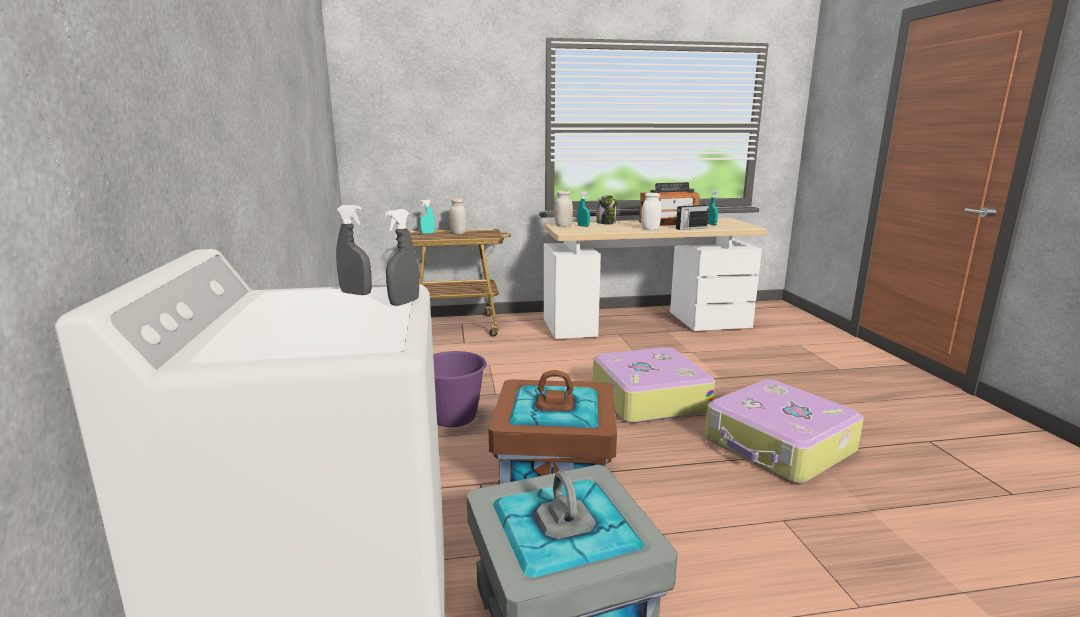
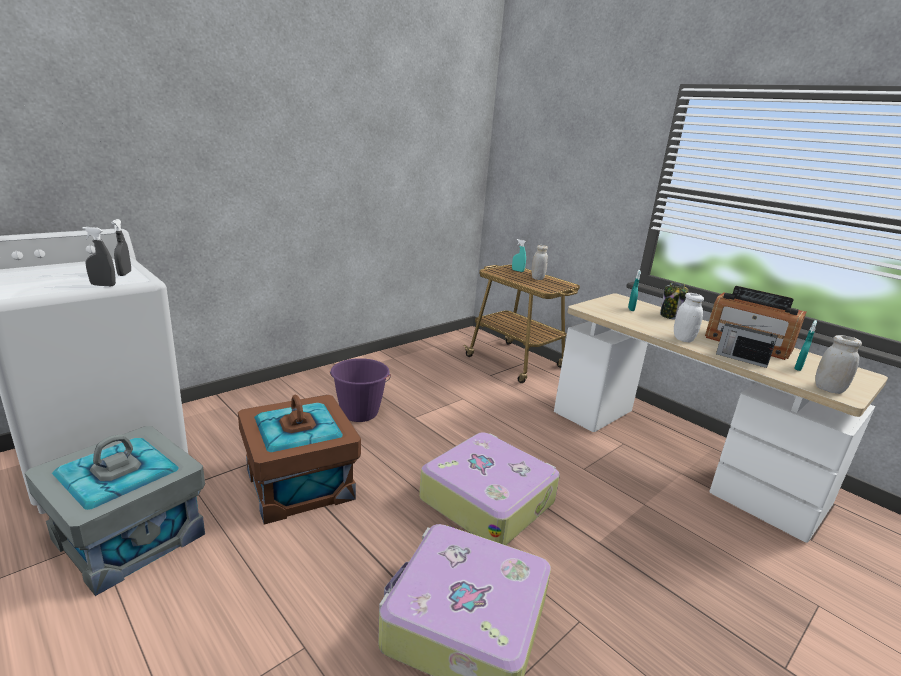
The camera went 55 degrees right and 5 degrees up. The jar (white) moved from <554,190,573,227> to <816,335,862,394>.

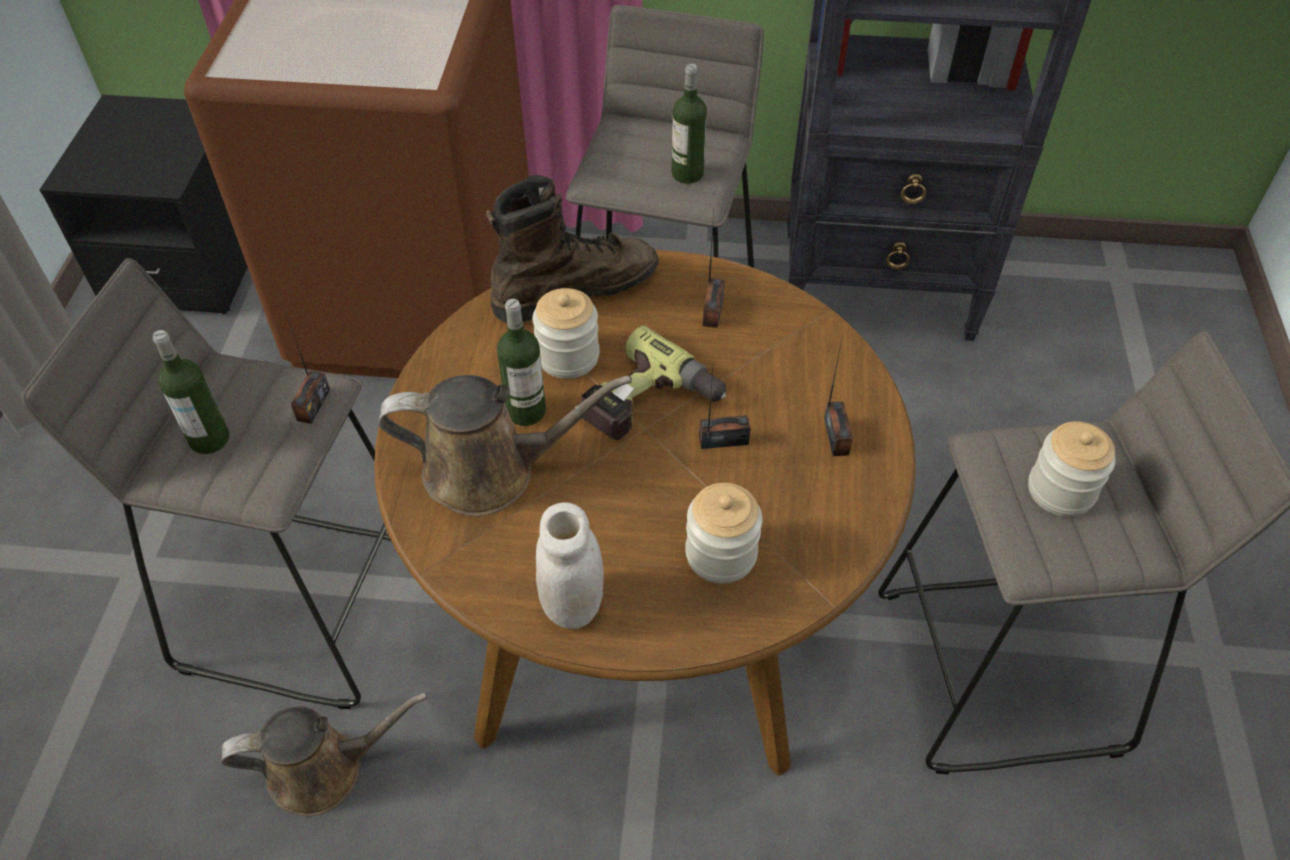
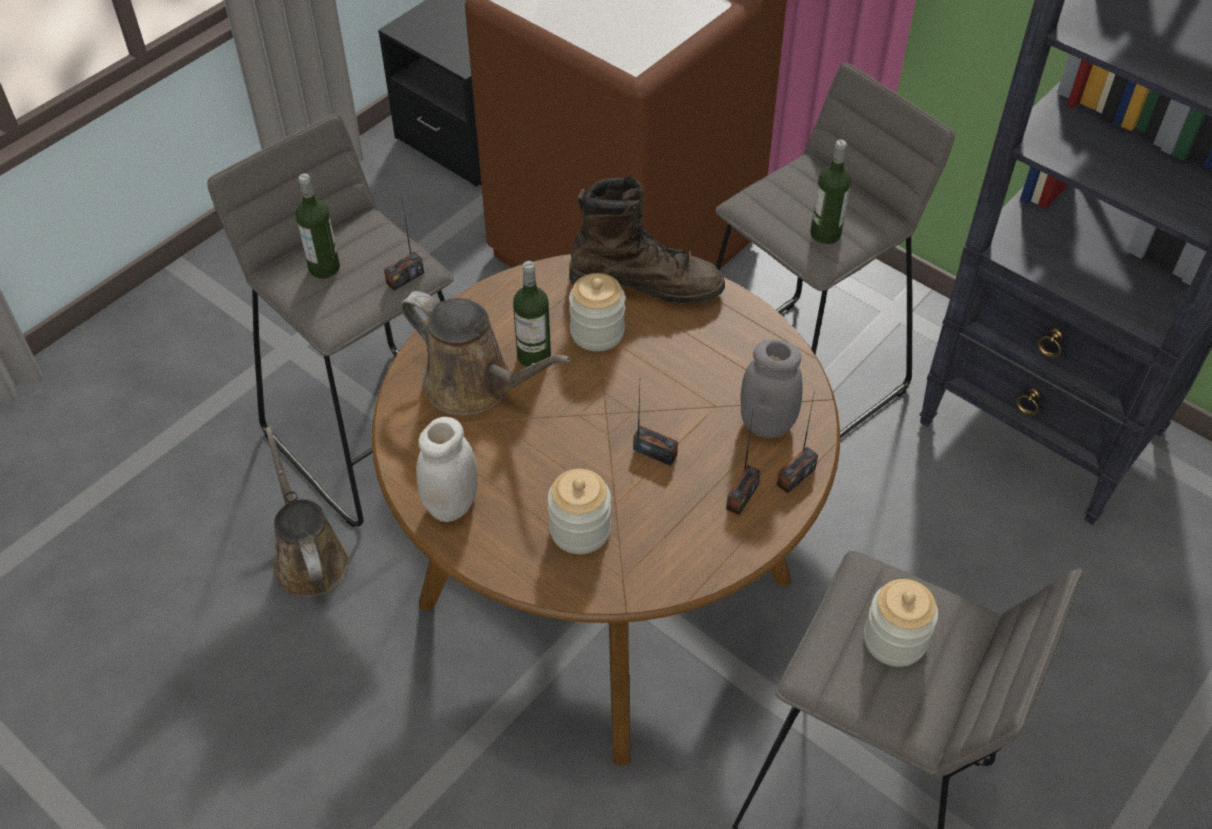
The camera went 35 degrees right and 0 degrees up. The watering can (brown) at <221,693,427,816> turned 135 degrees counterclockwise. The jar (grey) at <740,339,803,438> appeared. The radio moved from <703,211,725,328> to <777,391,818,493>. The power drill at <581,326,726,440> disappeared.

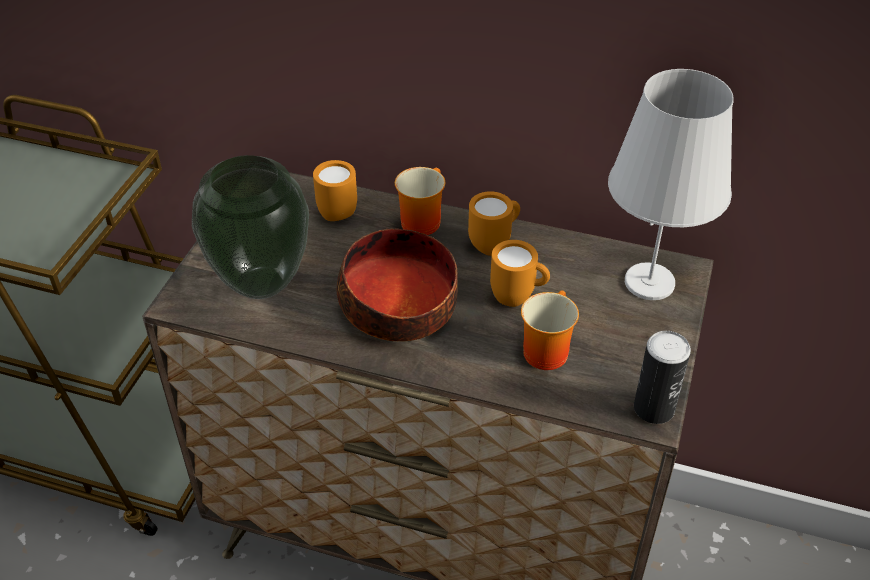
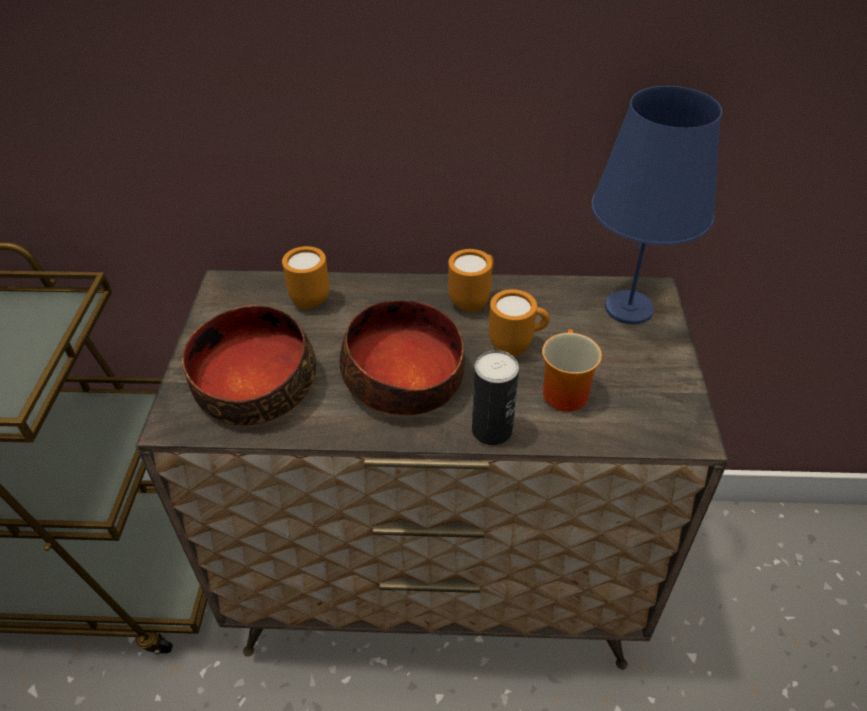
The camera went 15 degrees left and 0 degrees up. The vase at <192,155,309,299> was replaced by the bowl at <182,305,316,425>. The can moved from <634,331,691,424> to <472,350,519,445>. The table lamp (white) at <608,69,734,300> became the table lamp (blue) at <591,86,722,325>. The mug at <395,167,445,235> disappeared.

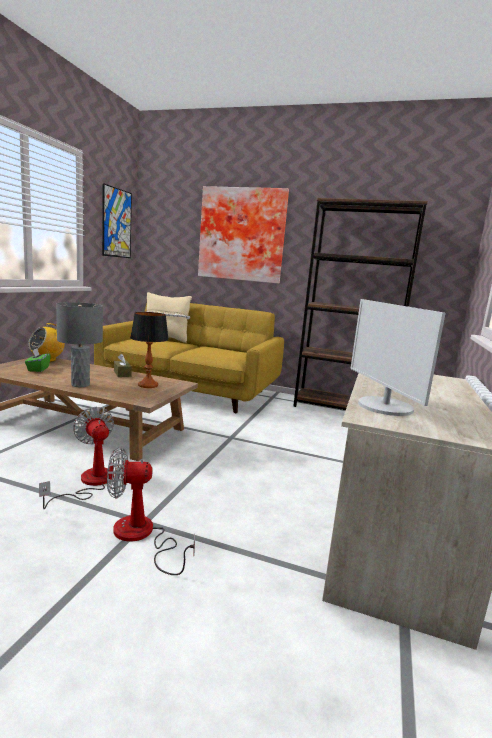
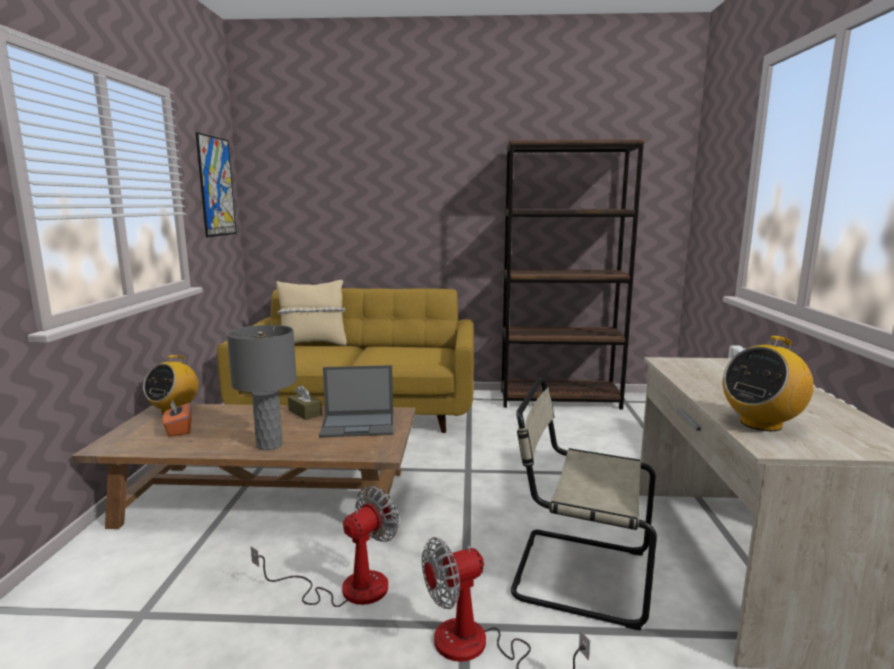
The camera went 15 degrees left and 0 degrees up. The tissue box (green) at <25,349,51,372> became the tissue box (orange) at <163,399,192,437>. The fan at <39,407,114,510> turned 90 degrees clockwise. The table lamp at <130,312,169,388> was replaced by the laptop at <319,365,393,438>. The chair (beige) at <511,378,657,630> appeared. The monitor at <350,299,446,416> was replaced by the radio at <723,336,814,431>. The picture at <198,186,289,284> disappeared.

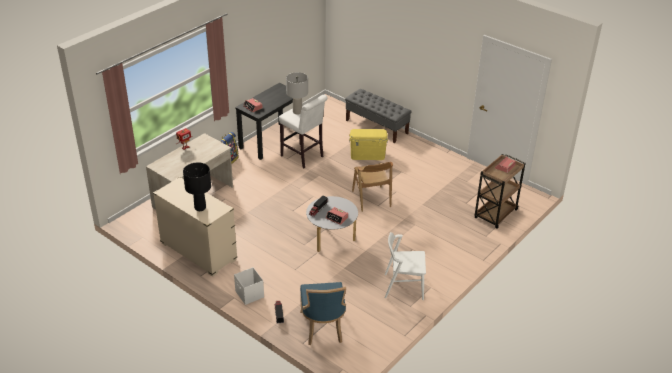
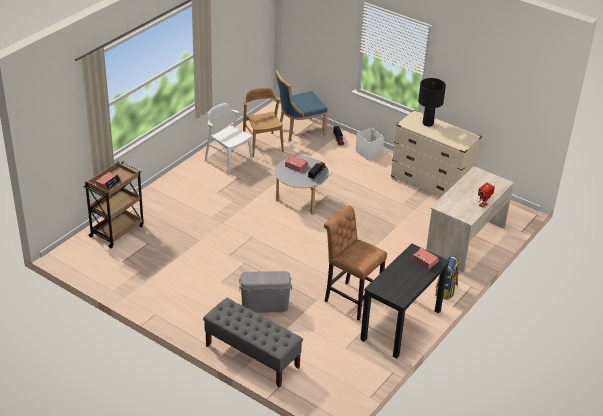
The camera went 175 degrees right and 0 degrees up. The chair (white) at <385,232,426,300> turned 135 degrees counterclockwise. The storage box (yellow) at <349,129,388,160> became the storage box (grey) at <239,271,292,313>. The chair (brown) moved from <352,162,393,212> to <243,88,284,157>. The chair (blue) at <300,282,346,345> turned 105 degrees counterclockwise. The stool (white) at <279,94,328,168> became the stool (brown) at <324,206,387,320>. The table lamp (grey) at <286,72,308,115> disappeared.

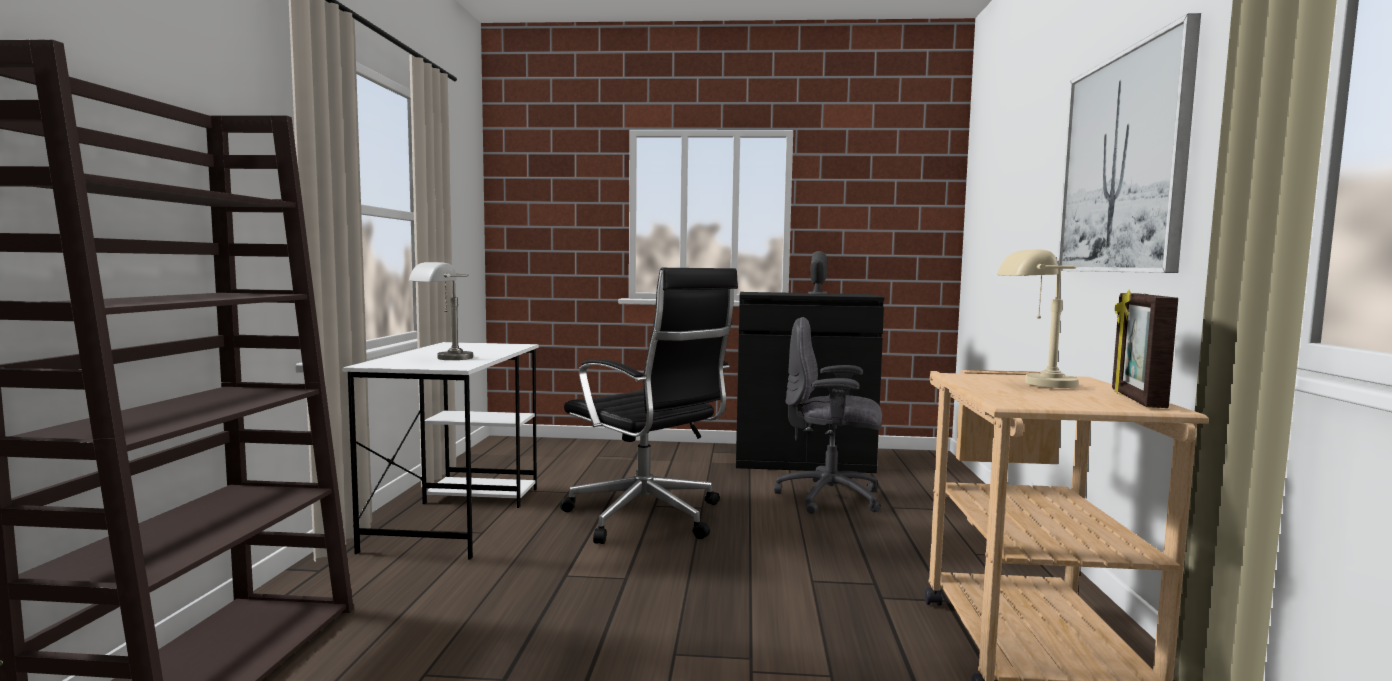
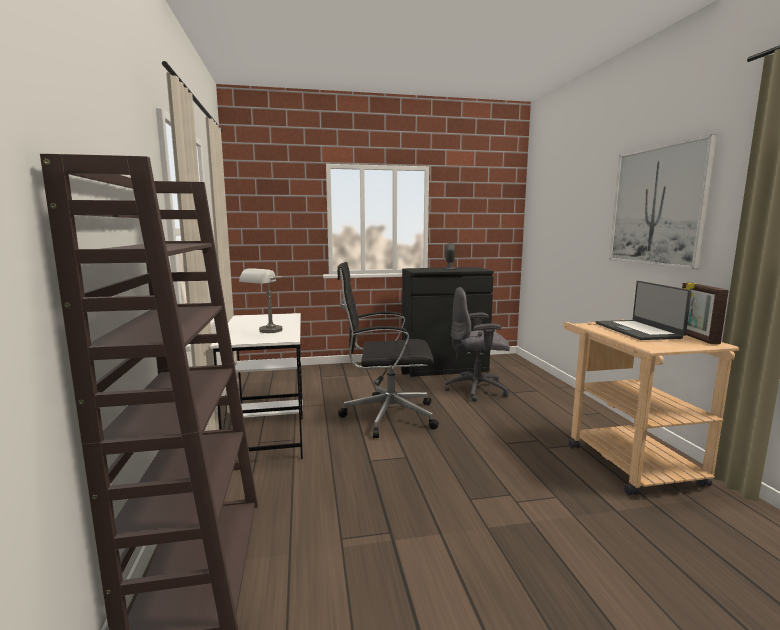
The camera went 15 degrees left and 5 degrees up. The office chair (black) at <560,268,738,544> turned 150 degrees clockwise. The table lamp (beige) at <997,249,1078,388> was replaced by the laptop at <596,281,692,340>.

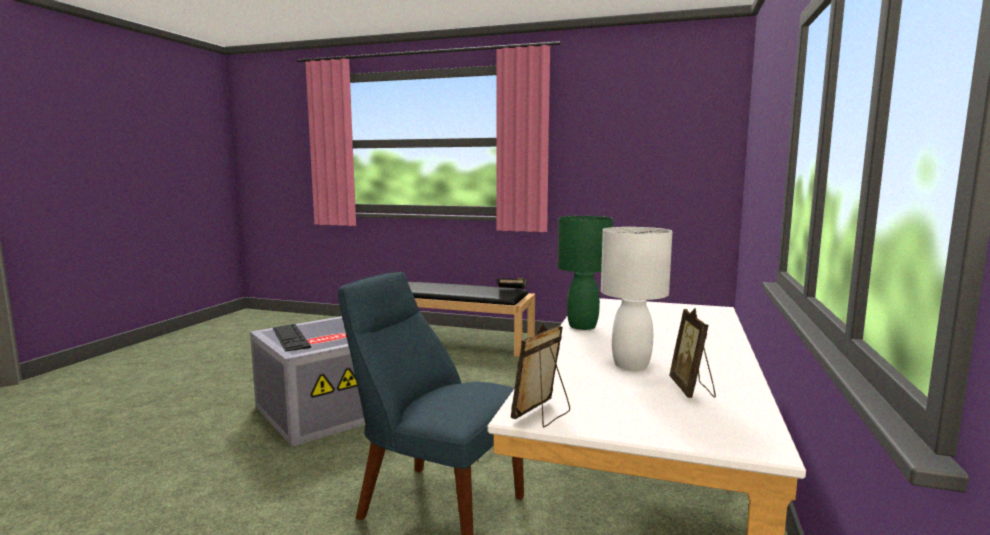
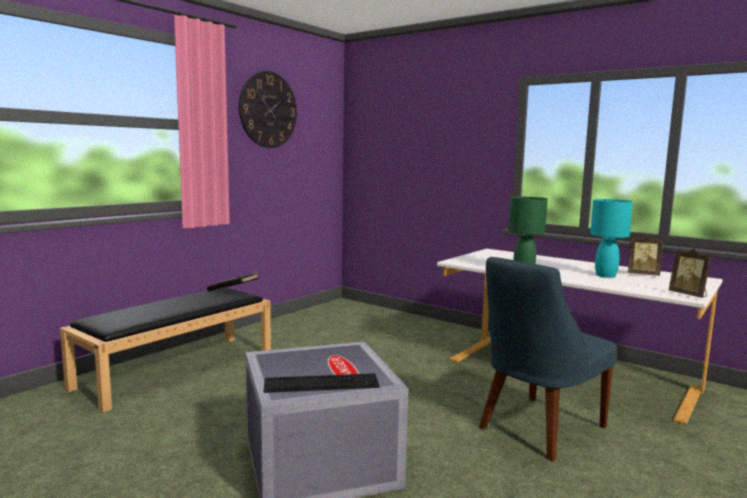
The camera went 70 degrees left and 0 degrees up. The wall clock at <239,71,297,148> appeared. The table lamp (white) at <601,227,672,370> became the table lamp (turquoise) at <590,199,633,278>.

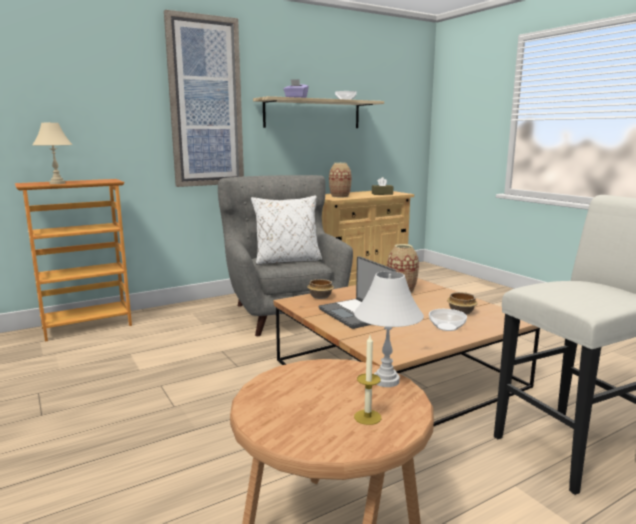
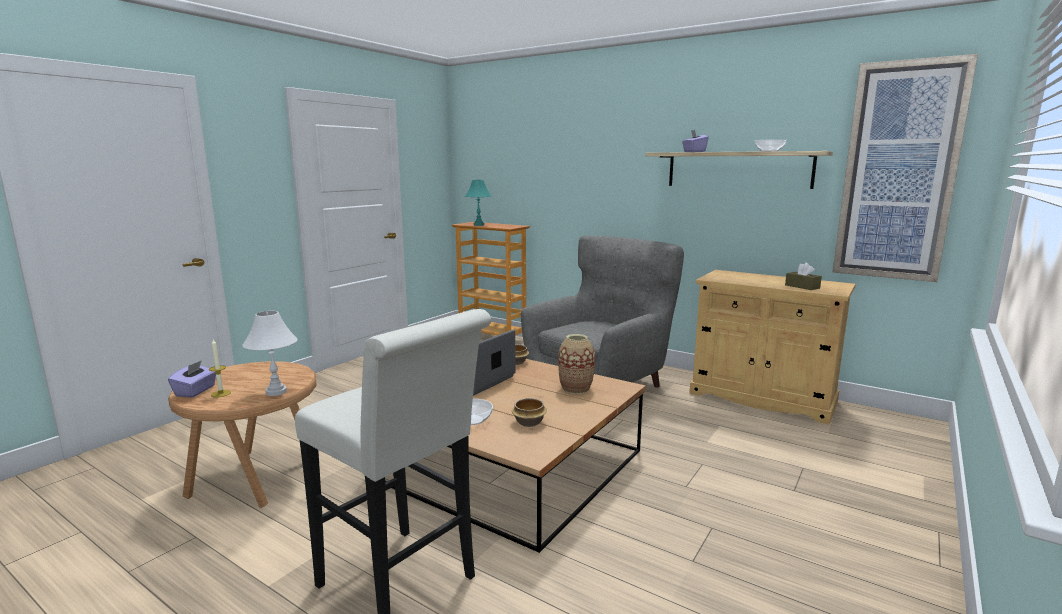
The camera went 65 degrees right and 0 degrees up. The tissue box (purple) at <168,360,216,397> appeared. The table lamp (beige) at <32,122,73,184> became the table lamp (turquoise) at <465,180,492,226>. The picture moved from <164,10,244,187> to <833,54,978,282>. The pillow (white) at <251,196,322,265> disappeared. The vase at <329,163,351,198> disappeared.

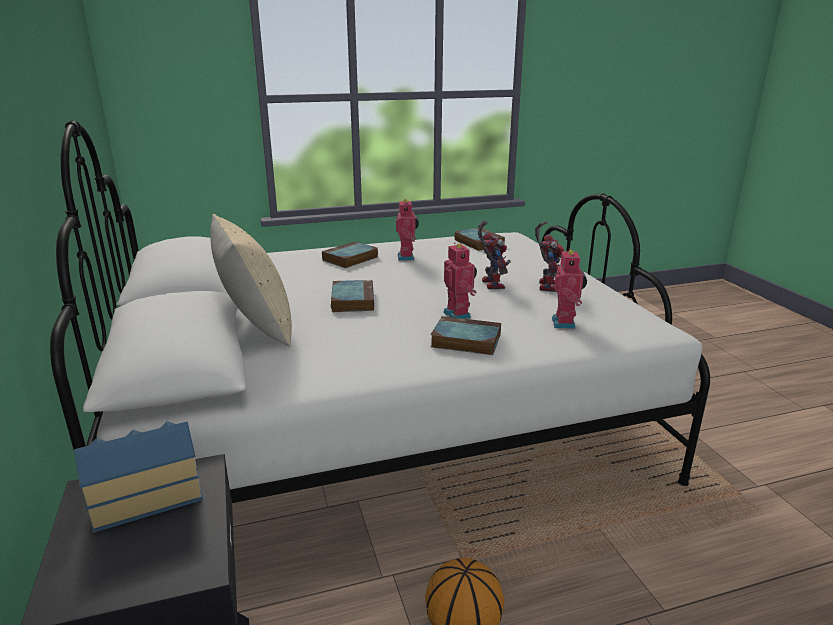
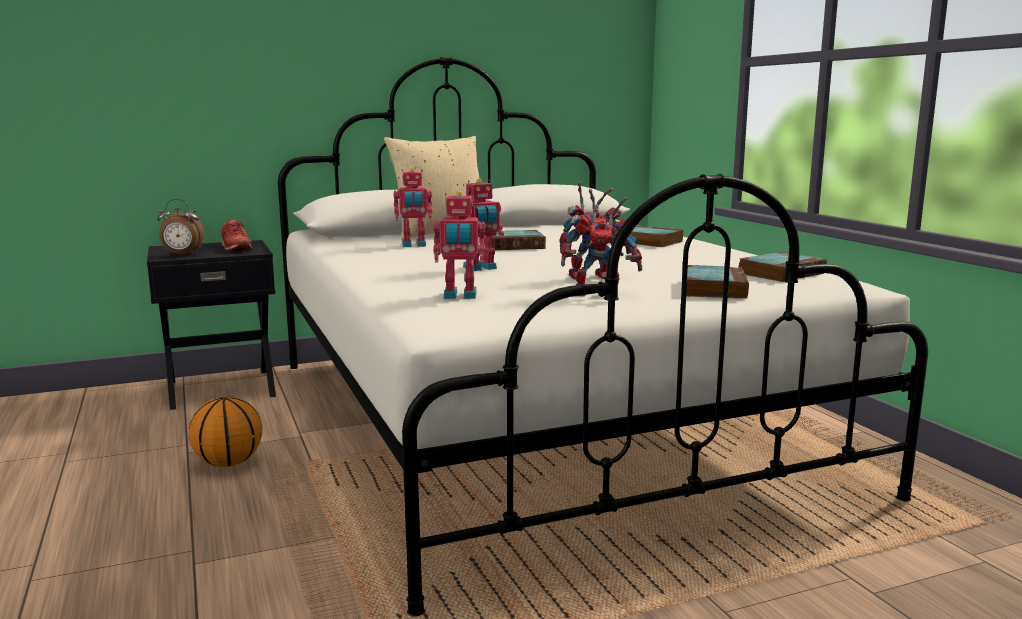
The camera went 85 degrees right and 10 degrees down. The alarm clock at <157,199,204,256> appeared. The toy house at <74,421,203,533> was replaced by the shoe (red) at <222,219,252,252>. The toy robot moved from <396,199,419,261> to <394,168,432,247>. The book moved from <430,316,501,355> to <686,265,749,299>.

